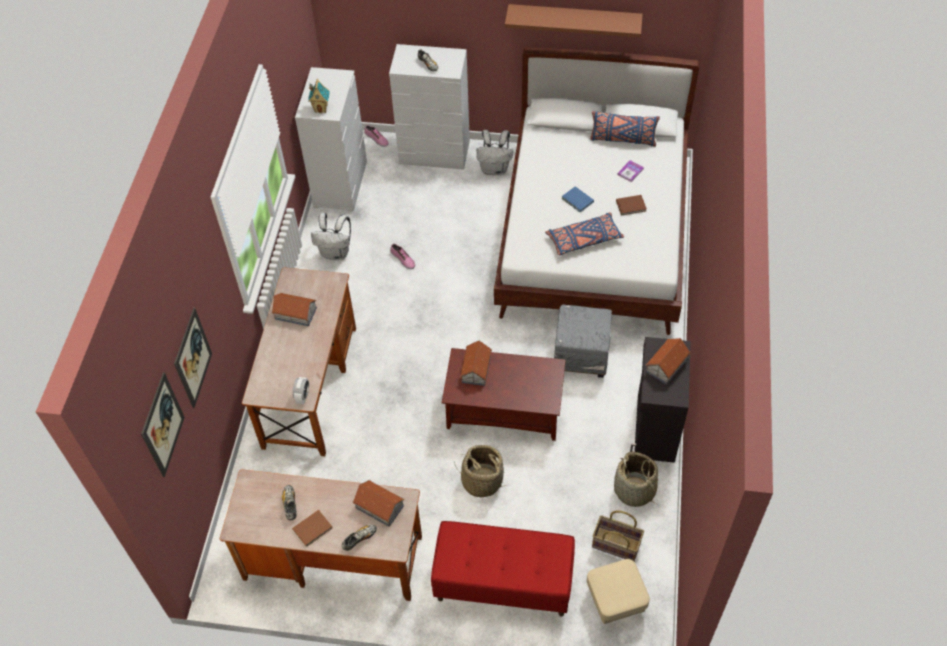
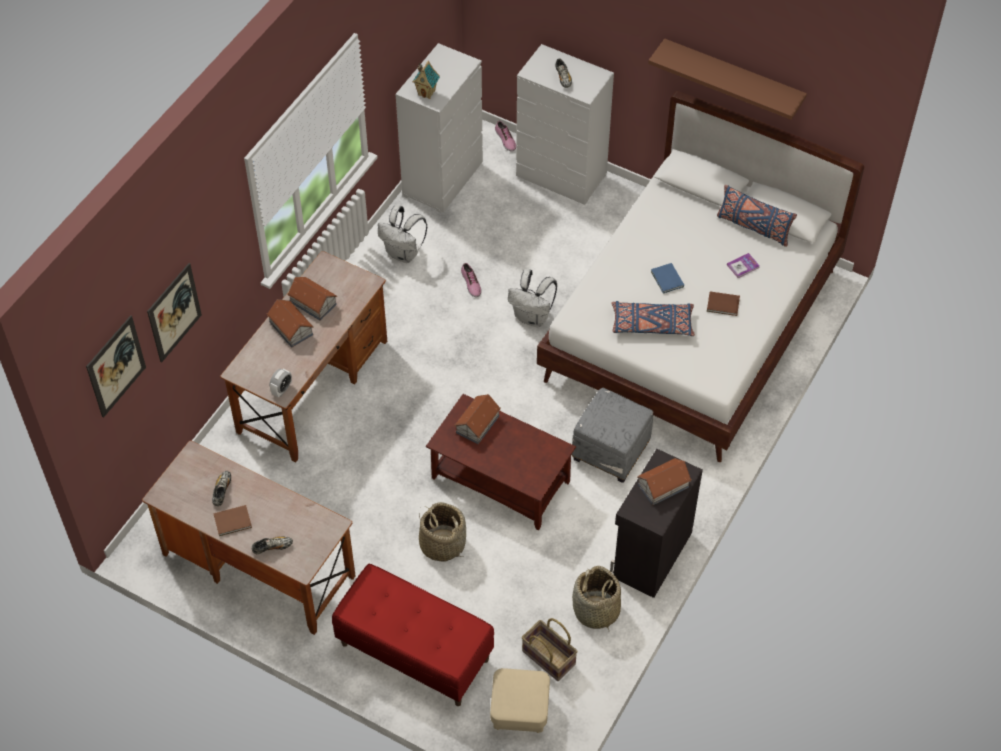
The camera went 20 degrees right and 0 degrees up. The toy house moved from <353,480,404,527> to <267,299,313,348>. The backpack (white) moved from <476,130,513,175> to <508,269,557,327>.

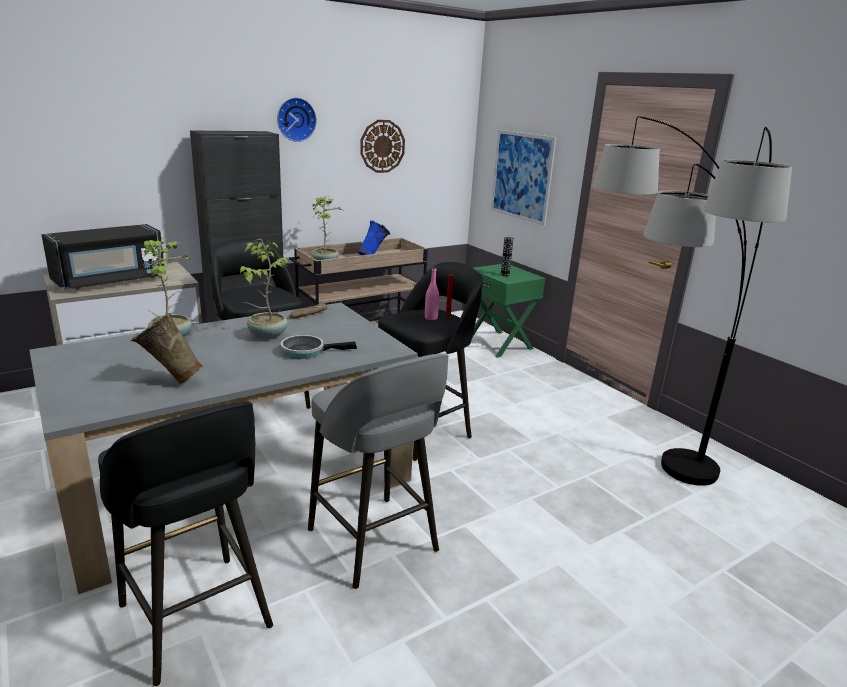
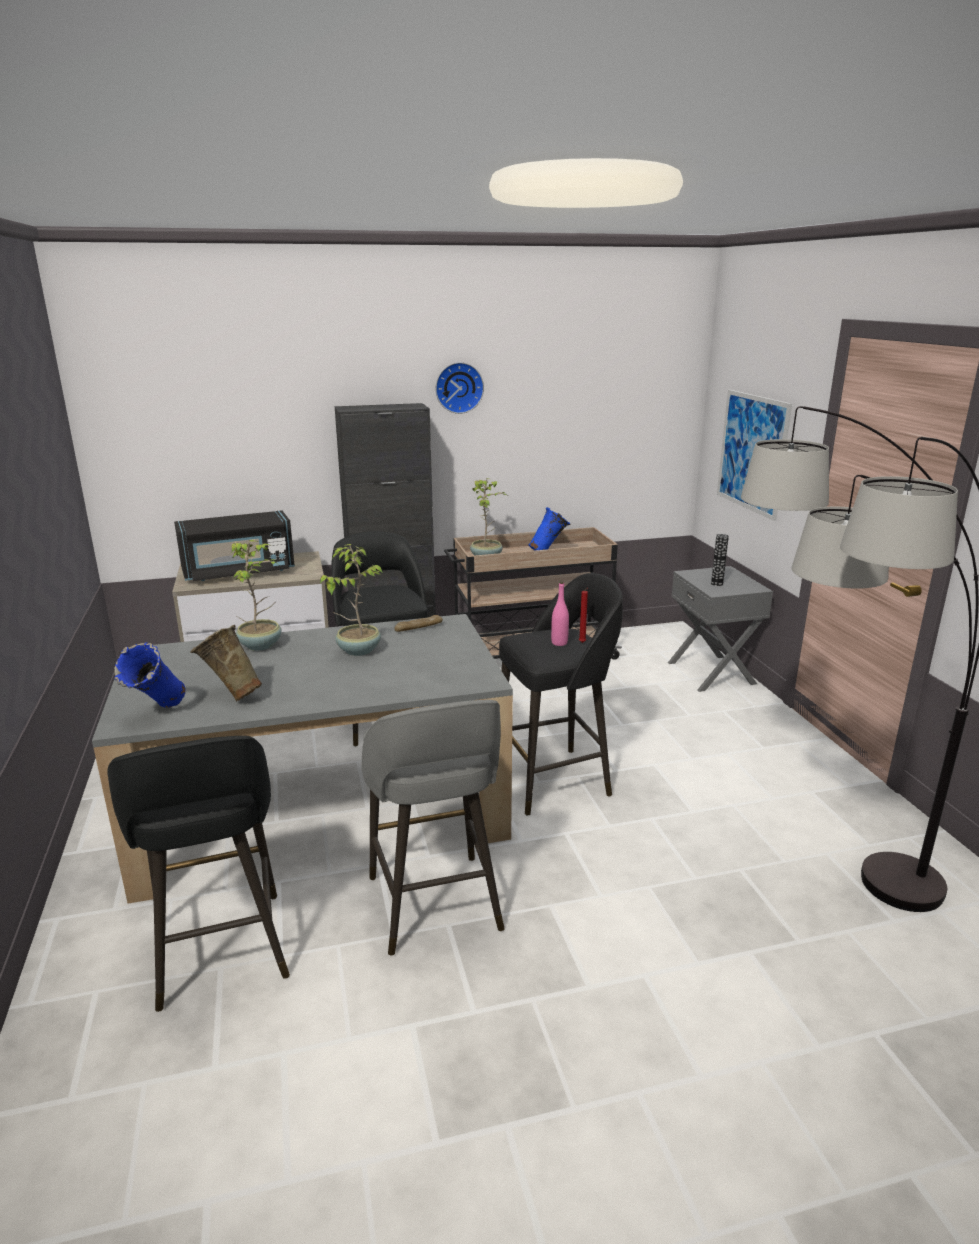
The camera went 20 degrees right and 0 degrees up. The vase (blue) at <114,642,186,708> appeared. The nightstand (green) at <472,264,545,358> became the nightstand (grey) at <668,566,773,692>. The frying pan at <281,335,357,359> disappeared. The wall clock at <360,120,405,173> disappeared.

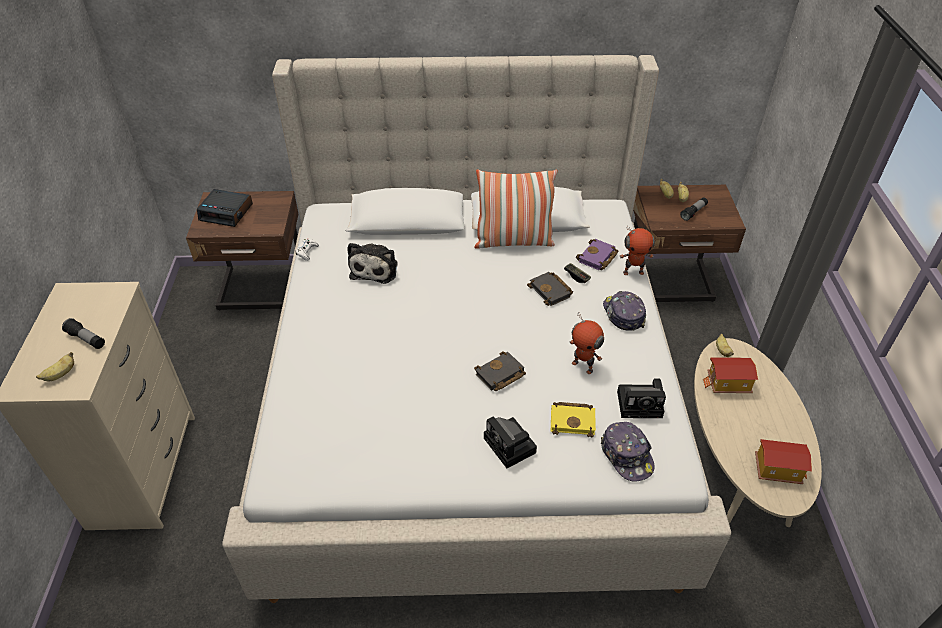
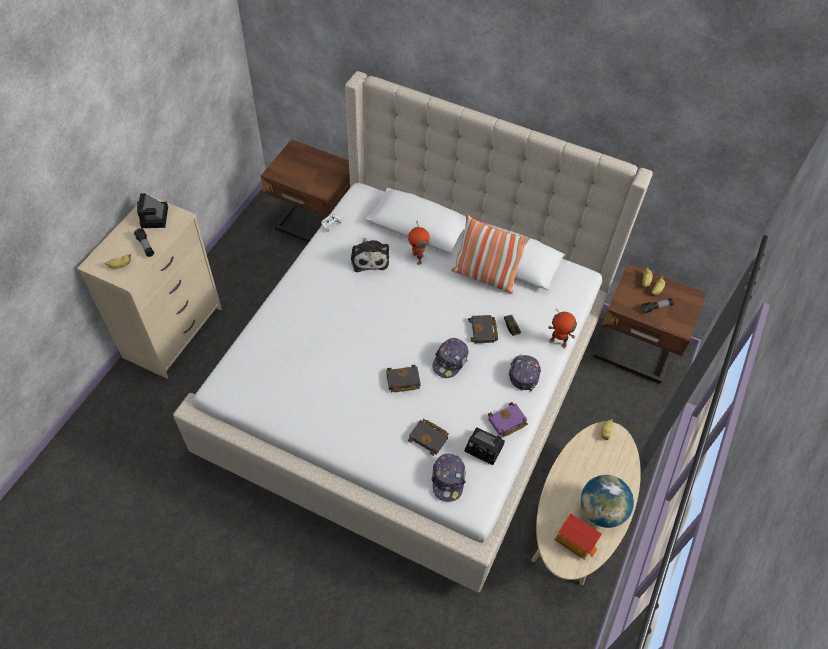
The camera went 25 degrees right and 10 degrees up. The photo camera moved from <484,416,537,468> to <137,193,168,228>. The plush toy at <347,243,398,284> turned 45 degrees counterclockwise. The toy robot moved from <570,312,604,374> to <408,220,430,265>. The book (yellow) at <551,402,596,438> became the book (black) at <408,419,449,456>. The cap at <432,338,468,378> appeared. The book (purple) moved from <576,239,619,270> to <488,402,528,437>. The globe at <581,475,634,528> appeared. The alarm clock at <197,189,253,227> disappeared. The toy house at <703,357,758,393> disappeared.

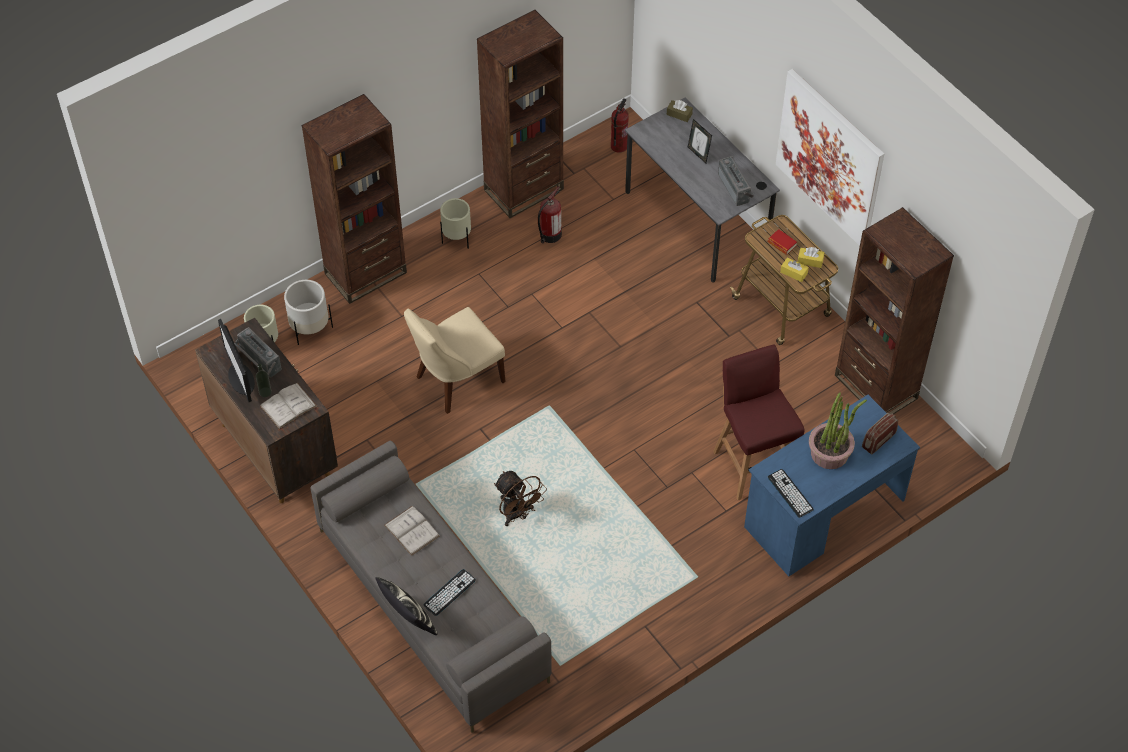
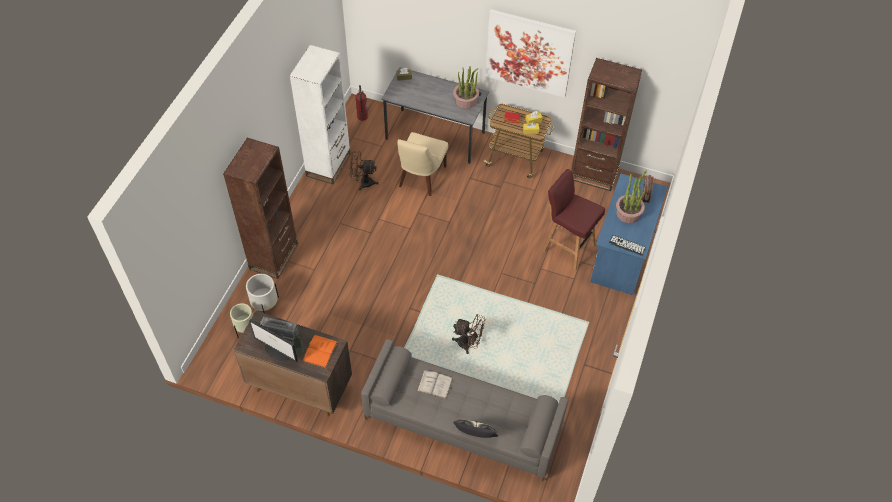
The camera went 35 degrees left and 0 degrees up. The bookcase (brown) at <477,10,564,218> became the bookcase (white) at <290,45,350,184>. The book (white) at <260,383,317,429> became the book (orange) at <303,335,338,368>. The fire extinguisher at <538,186,562,244> was replaced by the fan (brown) at <349,151,379,191>. The chair (beige) moved from <404,307,506,414> to <397,132,448,196>. The radio at <718,156,754,206> was replaced by the potted plant at <453,67,479,109>. The keyboard at <423,569,476,616> disappeared. The planter (beige) at <440,198,471,249> disappeared. The picture frame at <688,119,712,163> disappeared.

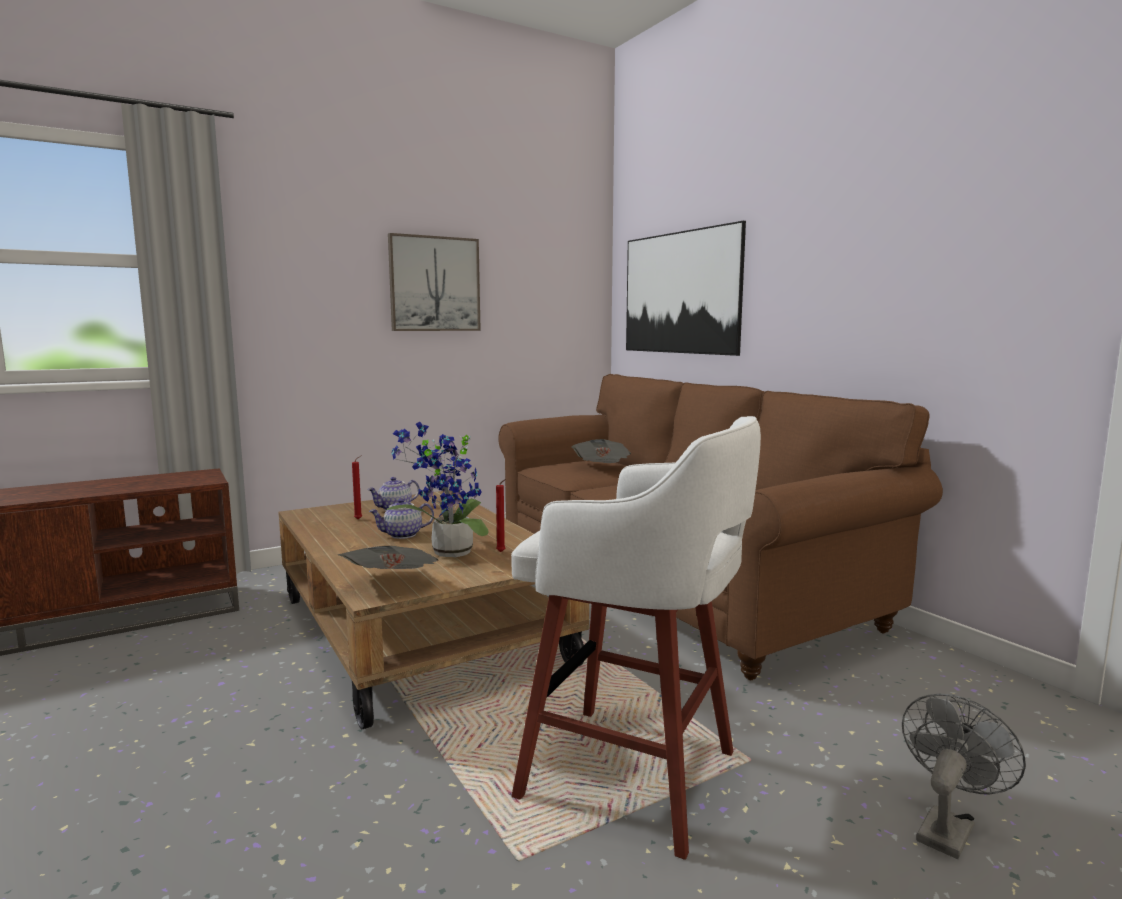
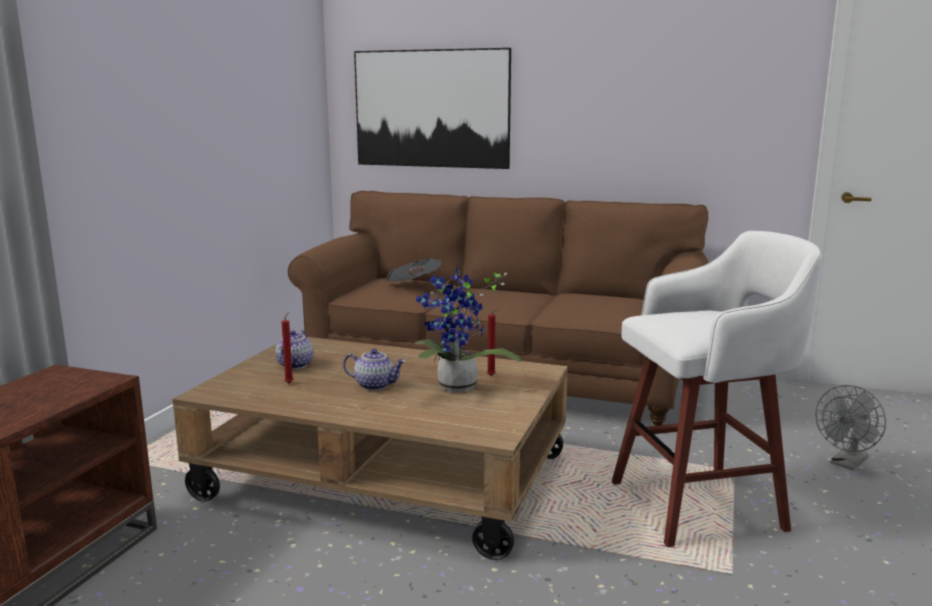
The camera went 40 degrees left and 5 degrees up. The teapot at <369,498,434,539> turned 105 degrees counterclockwise. The fan (grey) at <902,694,1026,859> turned 135 degrees counterclockwise. The newspaper at <338,546,439,569> disappeared. The picture at <388,233,481,331> disappeared.

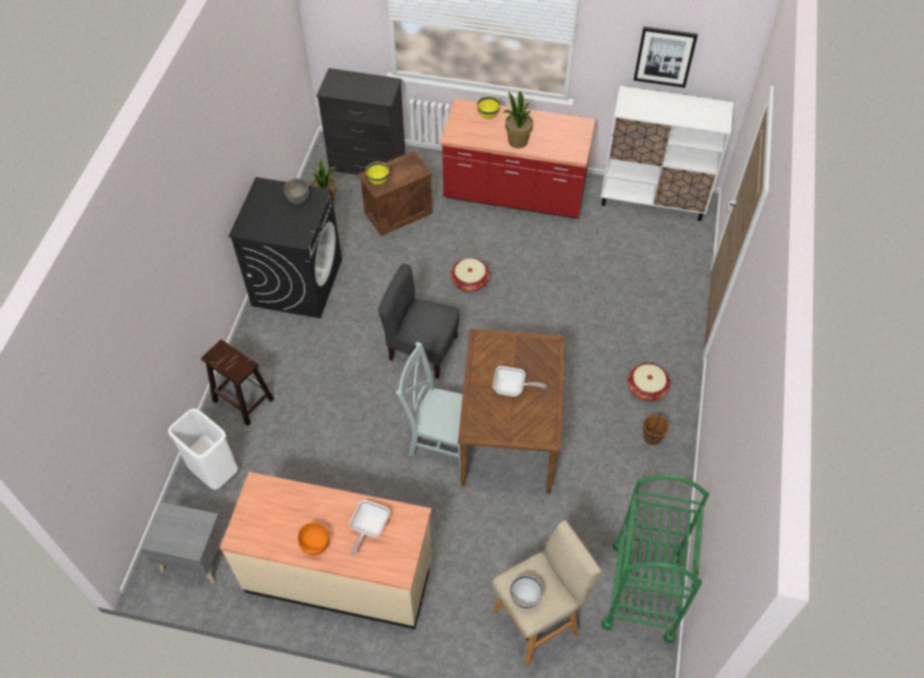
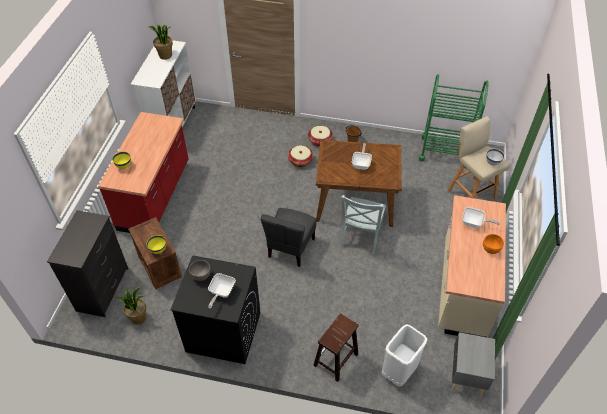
The camera went 90 degrees left and 5 degrees down. The potted plant moved from <503,91,533,148> to <147,24,173,60>. The frying pan at <208,273,236,309> appeared. The basket moved from <451,258,490,292> to <288,146,313,167>. The picture at <634,26,698,88> disappeared.

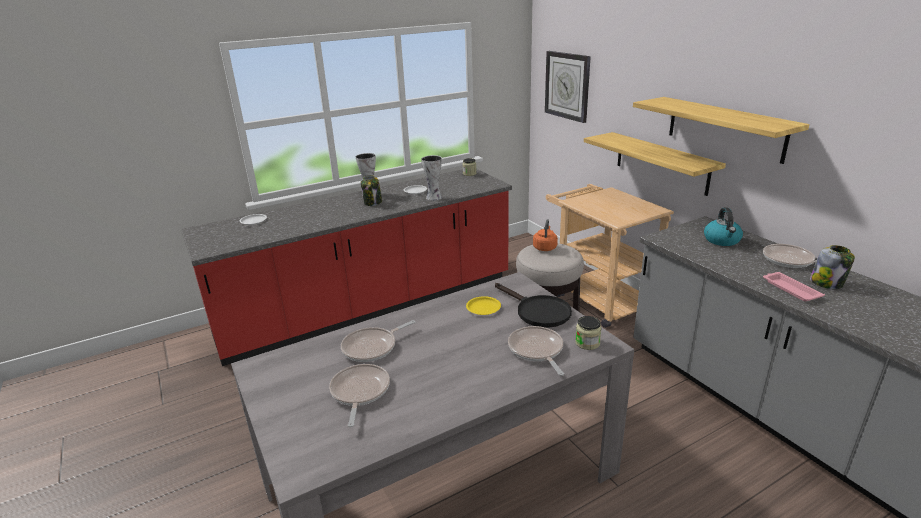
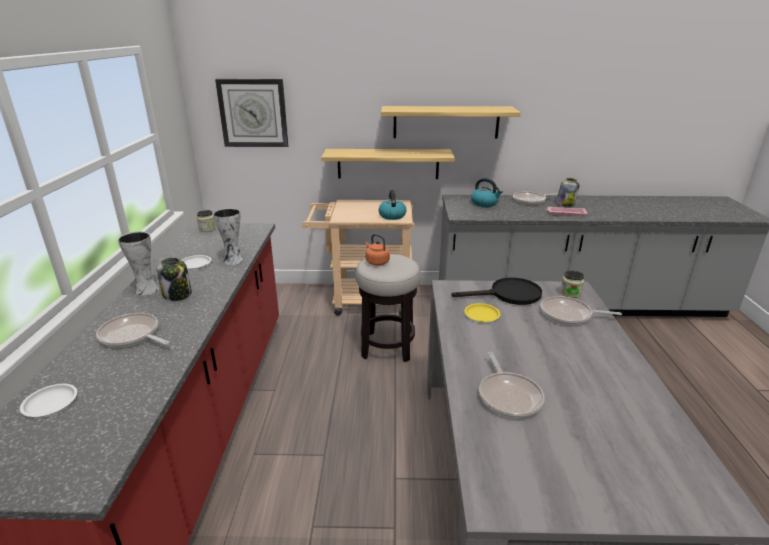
The camera went 60 degrees left and 0 degrees up. The frying pan moved from <329,364,390,427> to <96,313,169,347>. The kettle at <379,190,406,220> appeared.

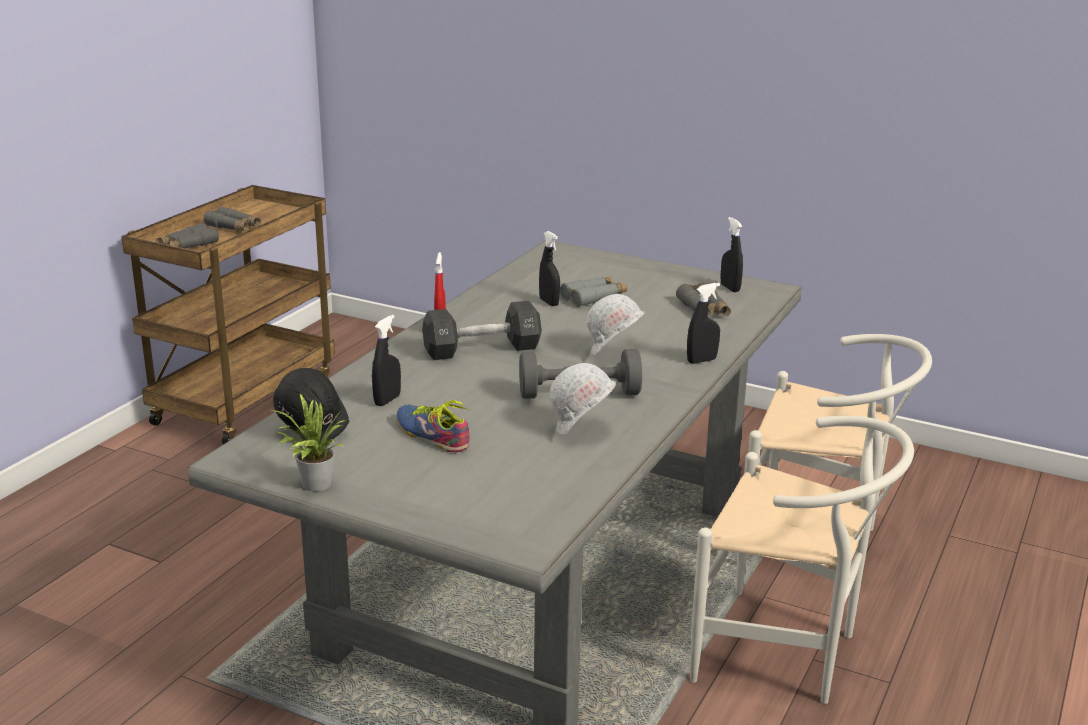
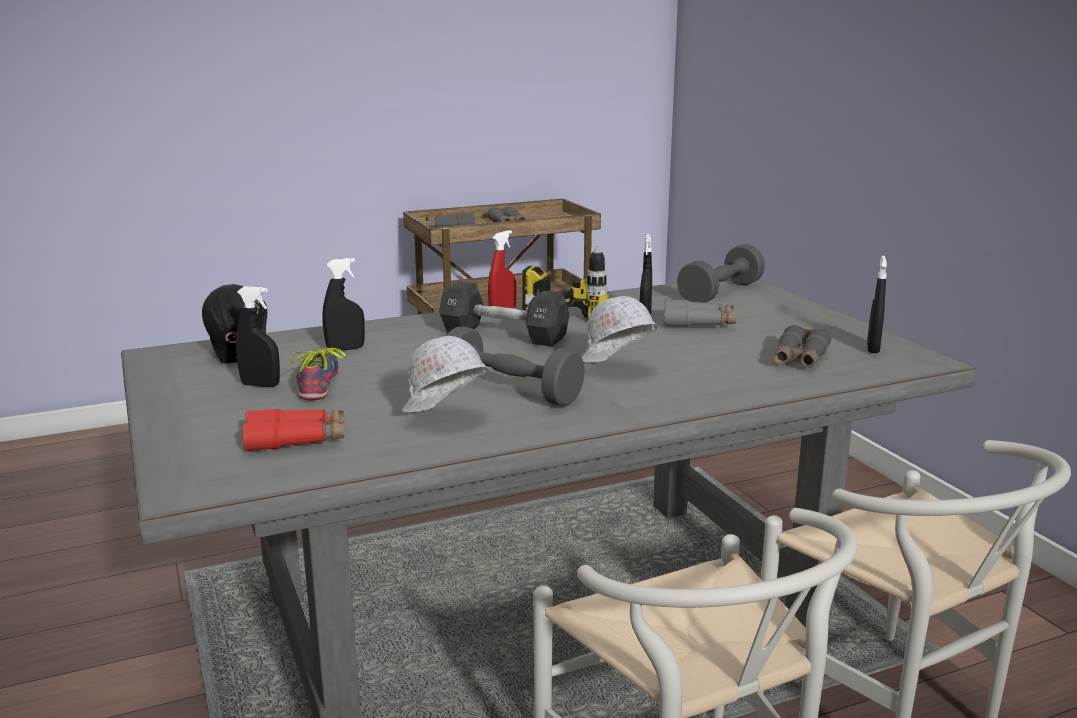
The camera went 40 degrees right and 5 degrees down. The spray bottle (black) moved from <687,283,720,364> to <236,286,280,387>. The binoculars (red) at <242,409,345,452> appeared. The power drill at <522,245,609,320> appeared. The dumbbell (grey) at <677,244,765,303> appeared. The potted plant at <269,394,346,492> disappeared.

